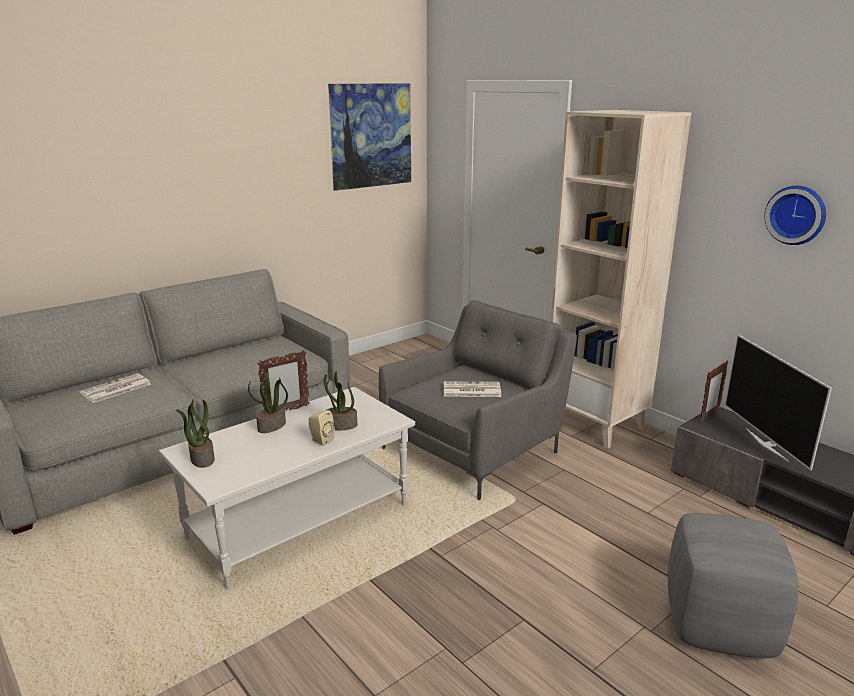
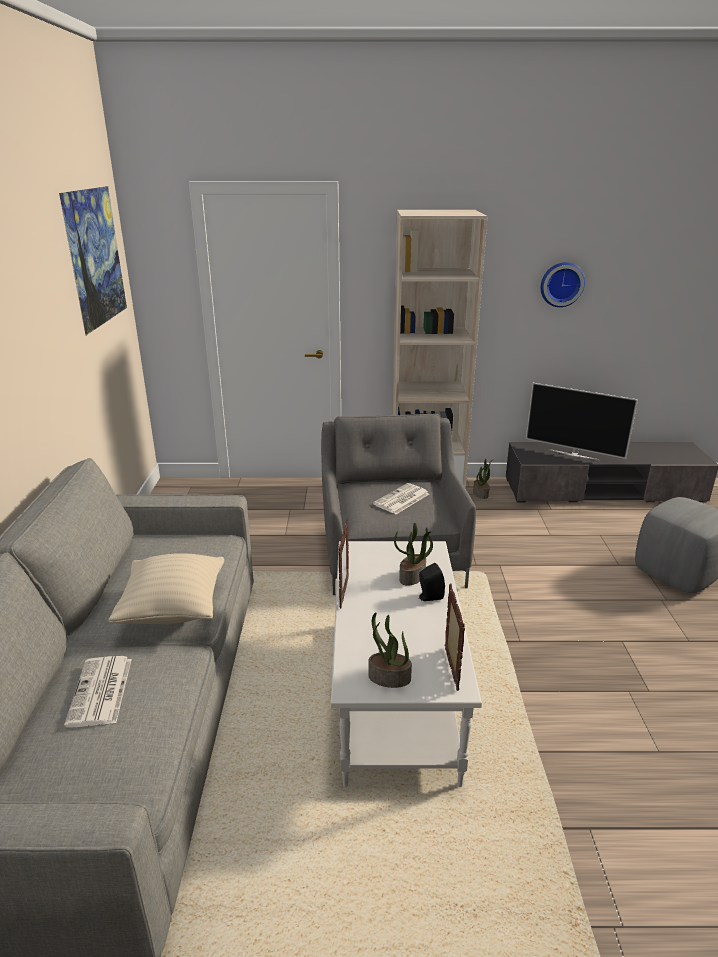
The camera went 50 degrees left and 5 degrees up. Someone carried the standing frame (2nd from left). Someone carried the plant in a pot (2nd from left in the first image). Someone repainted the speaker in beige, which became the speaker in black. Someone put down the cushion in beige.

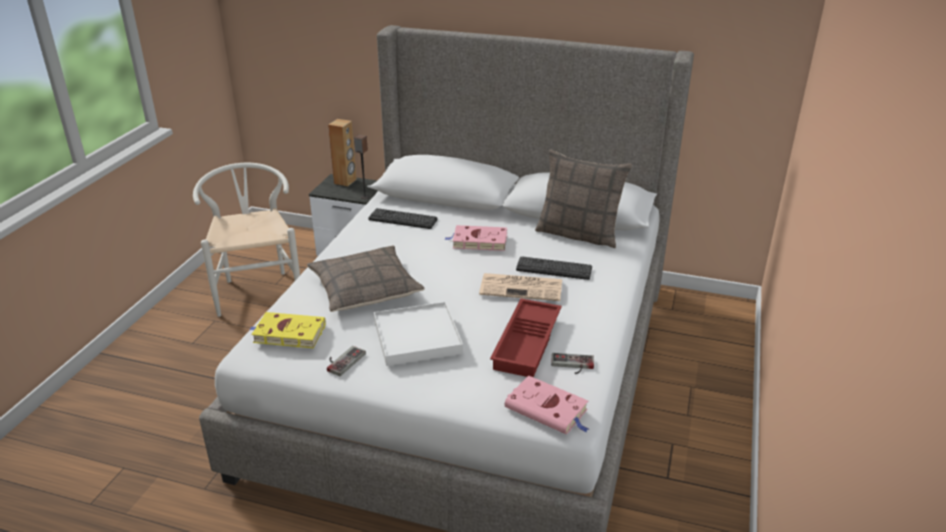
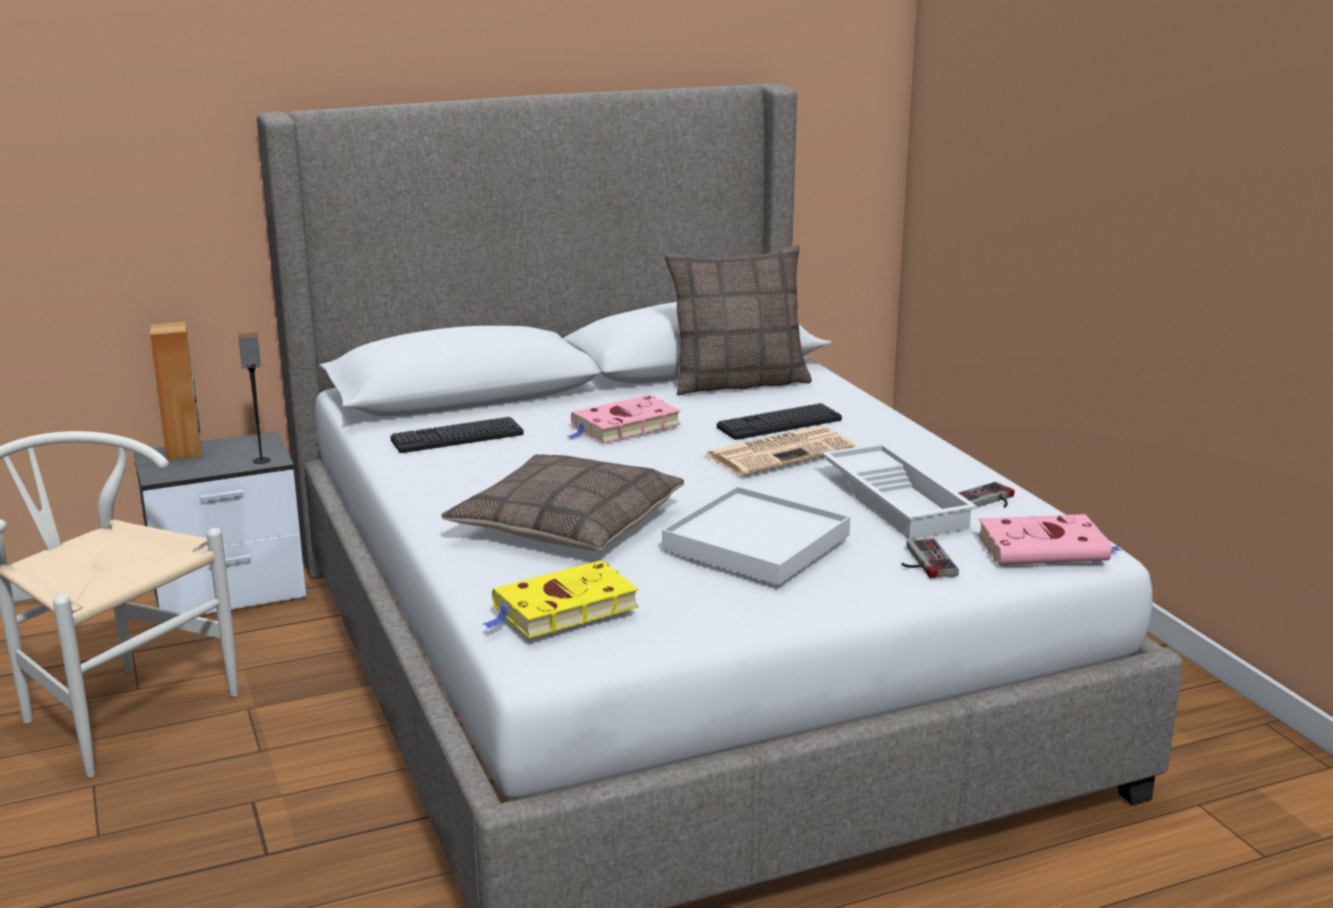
The camera went 40 degrees left and 10 degrees down. Someone repainted the carrying tray in red-coloured, which became the carrying tray in white (2nd from left). Someone carried the game controller (1st from left).

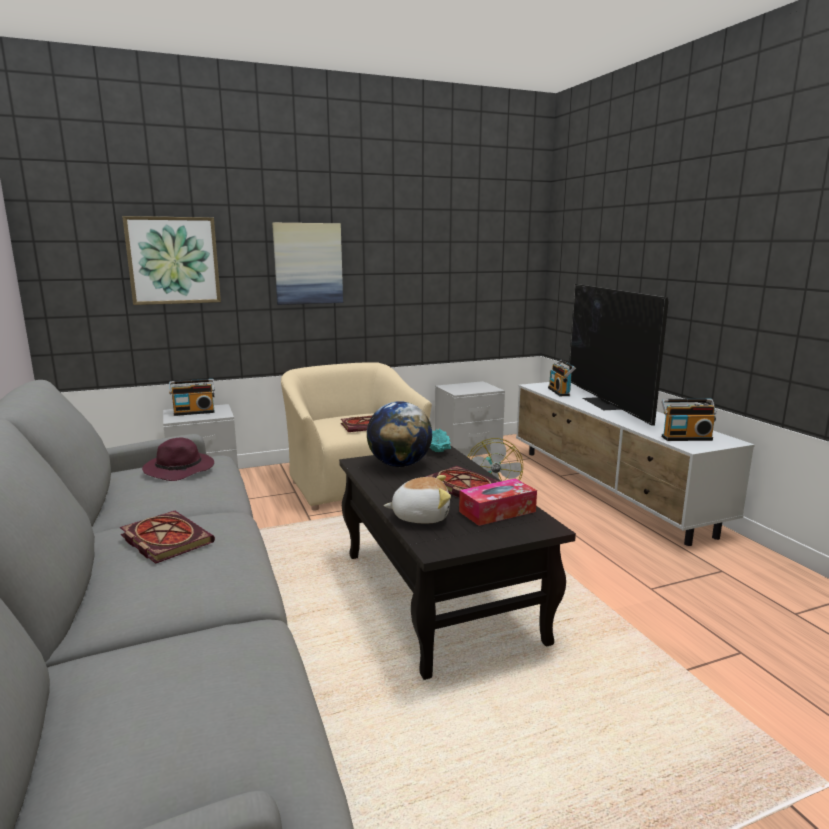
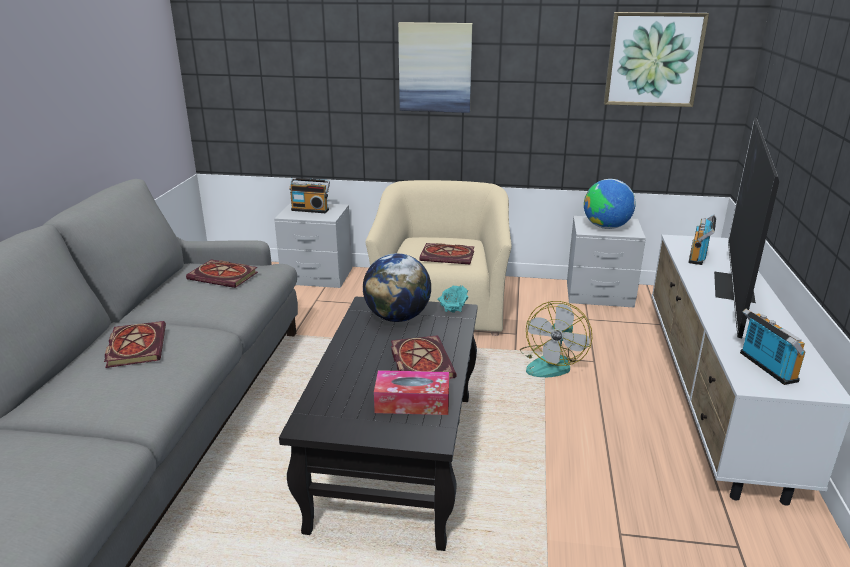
The camera went 30 degrees right and 10 degrees up. Someone carried the picture (1st from left in the first image). Someone rotated the radio receiver (3rd from left) by 135 degrees counterclockwise. Someone swapped the wearable hat in purple for the book (2nd from left). Someone took away the cuddly toy. Someone put down the desk globe (2nd from left).

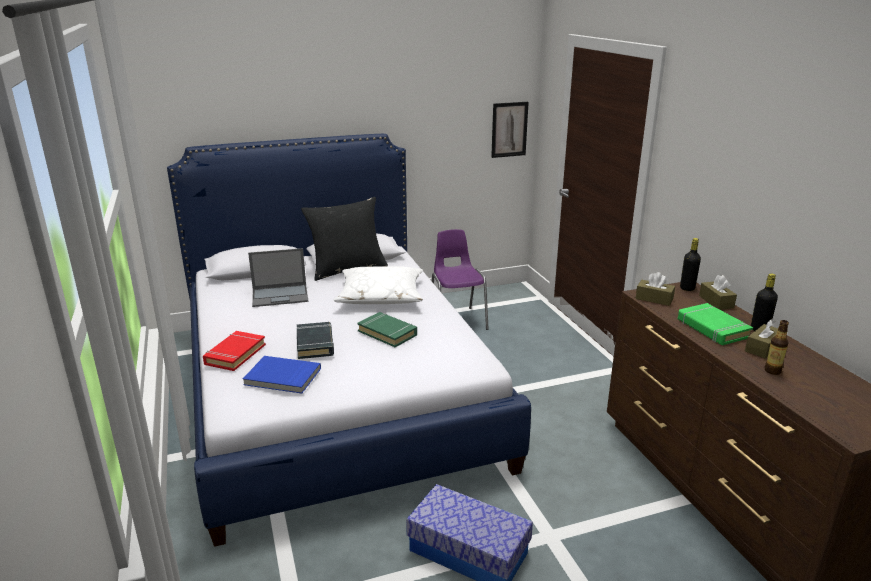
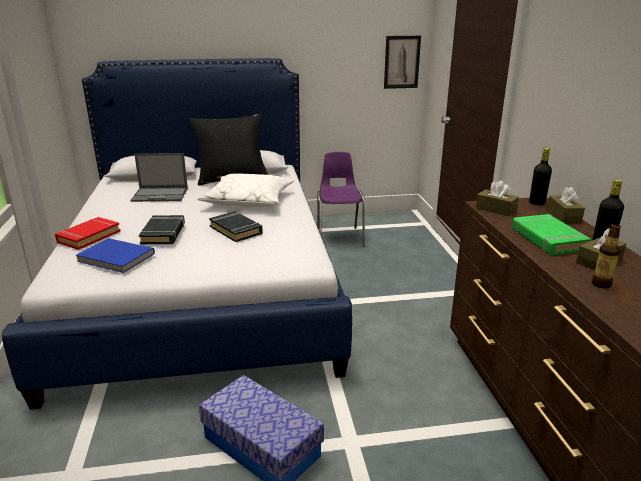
The camera went 10 degrees right and 0 degrees up. Someone repainted the book in greenish (1st from left), which became the book in black (2nd from left).

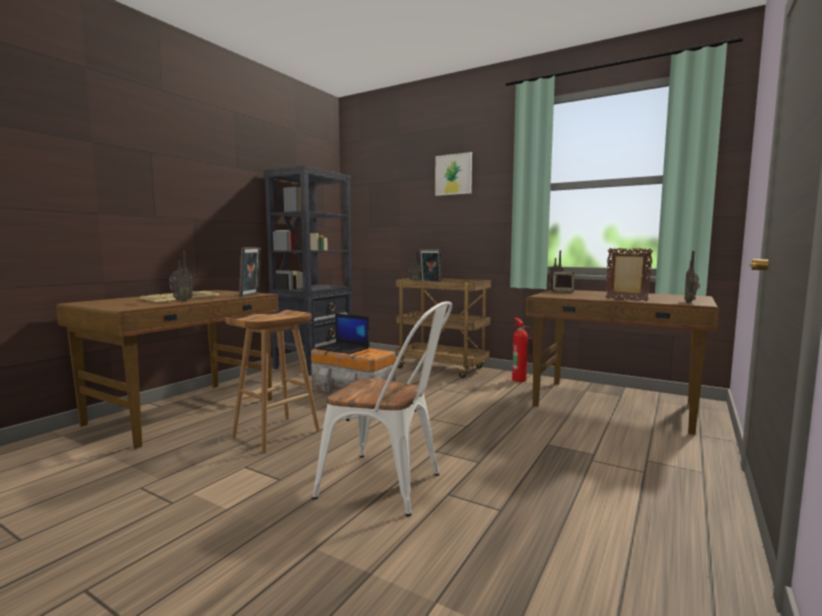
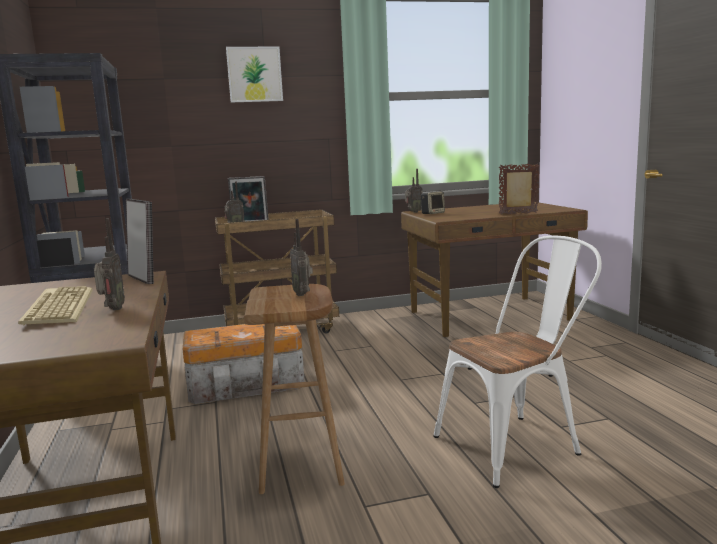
The camera went 45 degrees left and 5 degrees up. Someone carried the radio receiver (4th from left in the first image). Someone took away the laptop. Someone took away the fire-fighting cylinder.

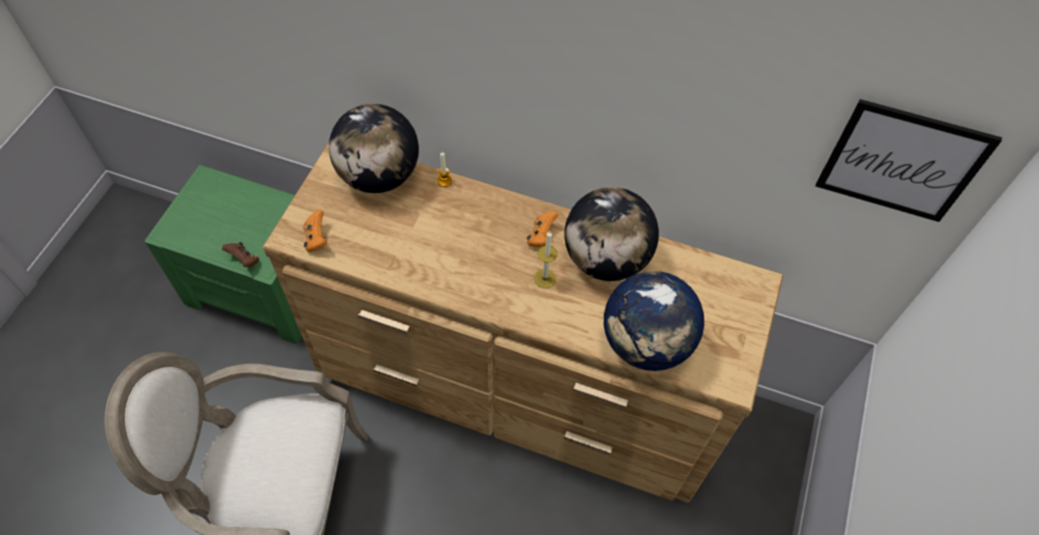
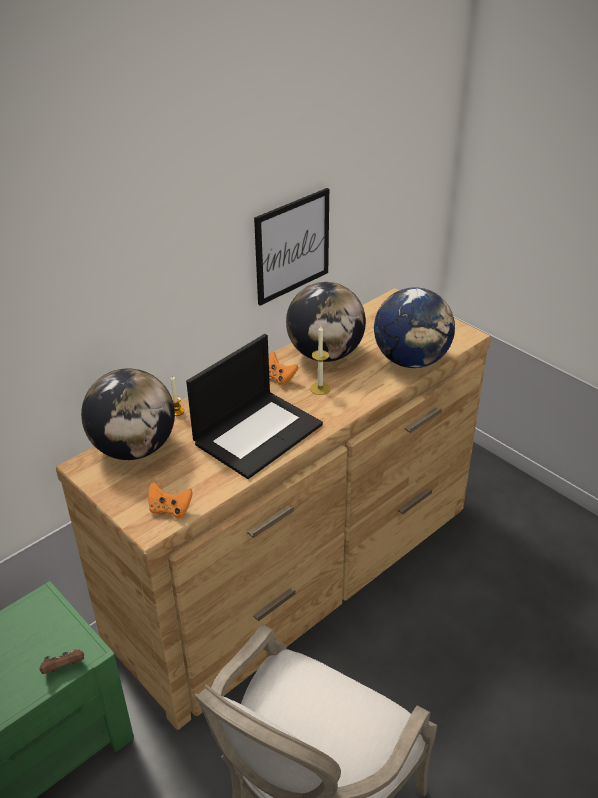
The camera went 60 degrees left and 20 degrees down. Someone carried the picture. Someone put down the laptop.

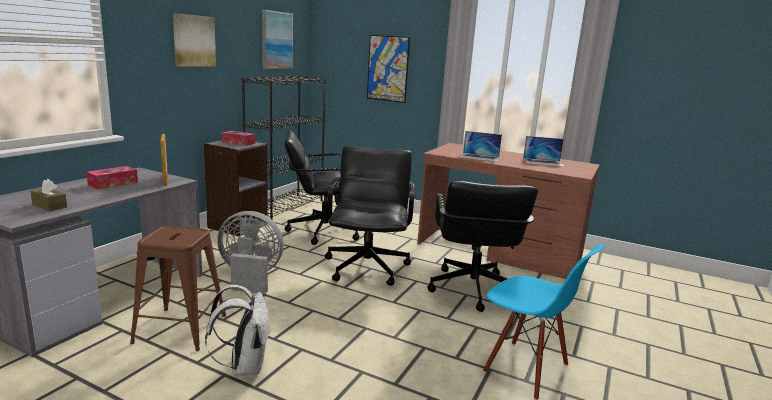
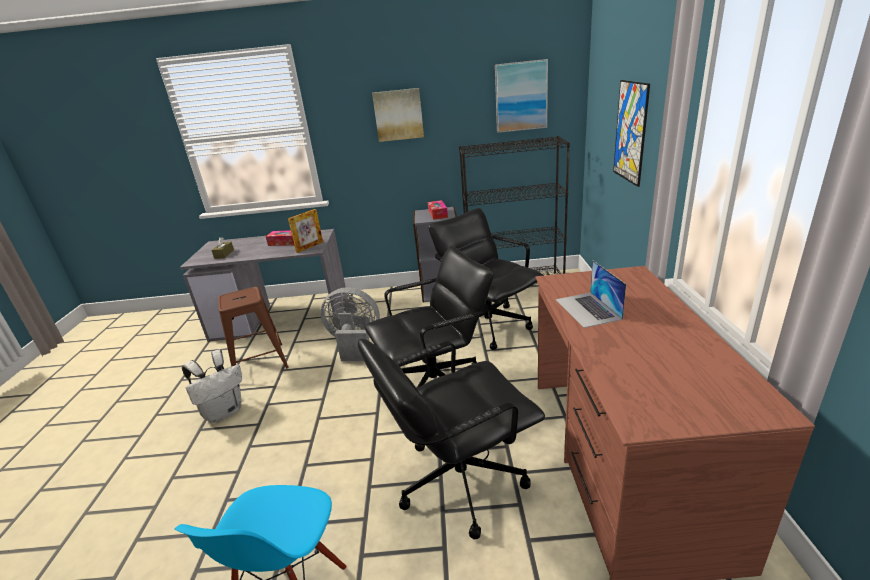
The camera went 65 degrees right and 10 degrees up. Someone took away the laptop (2nd from left). Someone rotated the cooling fan in gray by 60 degrees counterclockwise.

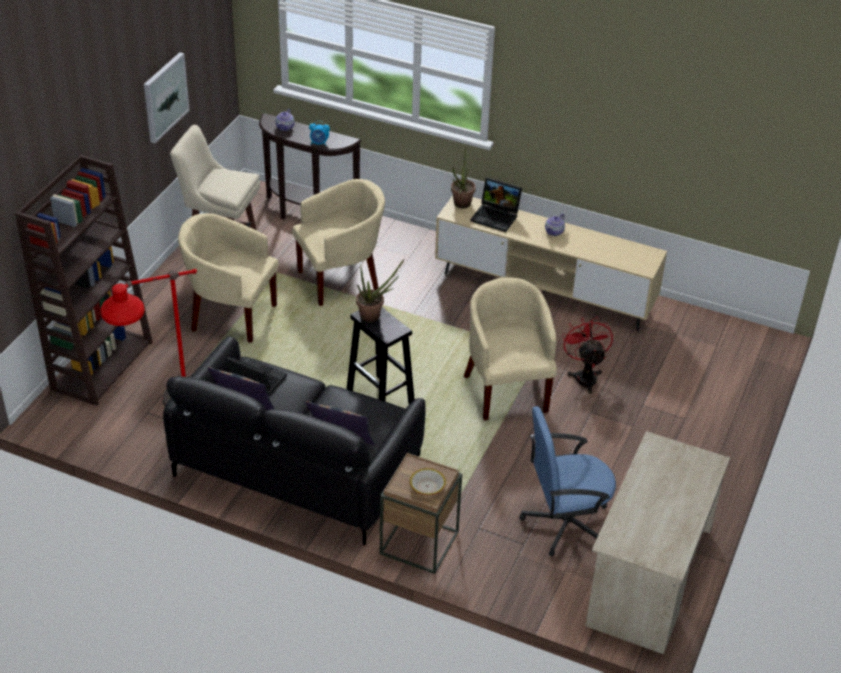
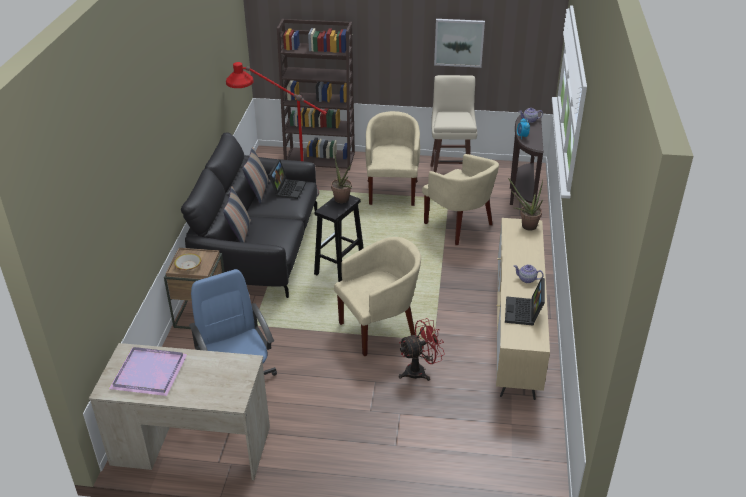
The camera went 75 degrees right and 5 degrees down. Someone carried the laptop (2nd from left). Someone put down the carrying tray in purple.

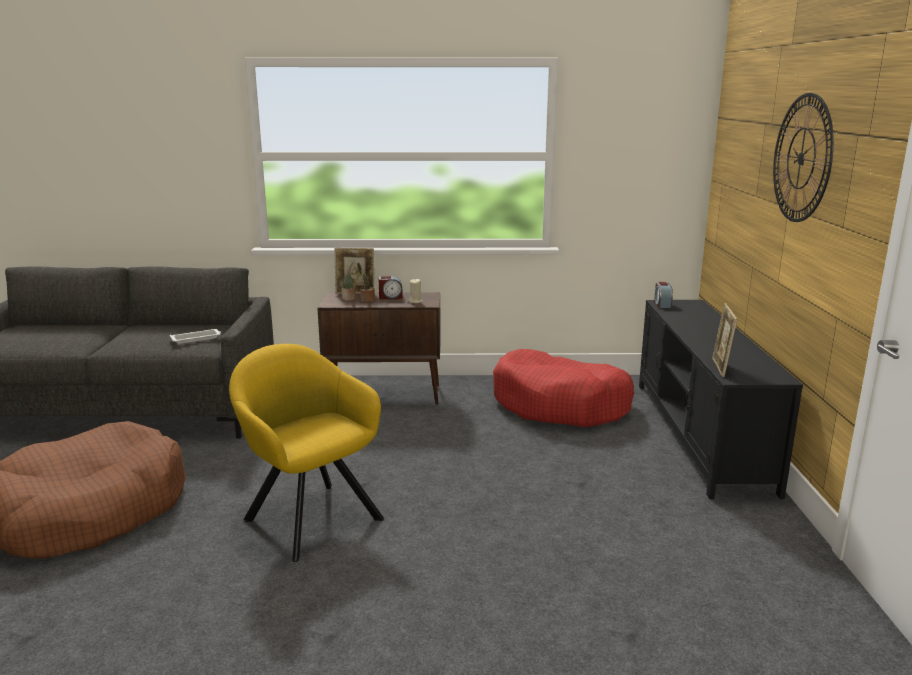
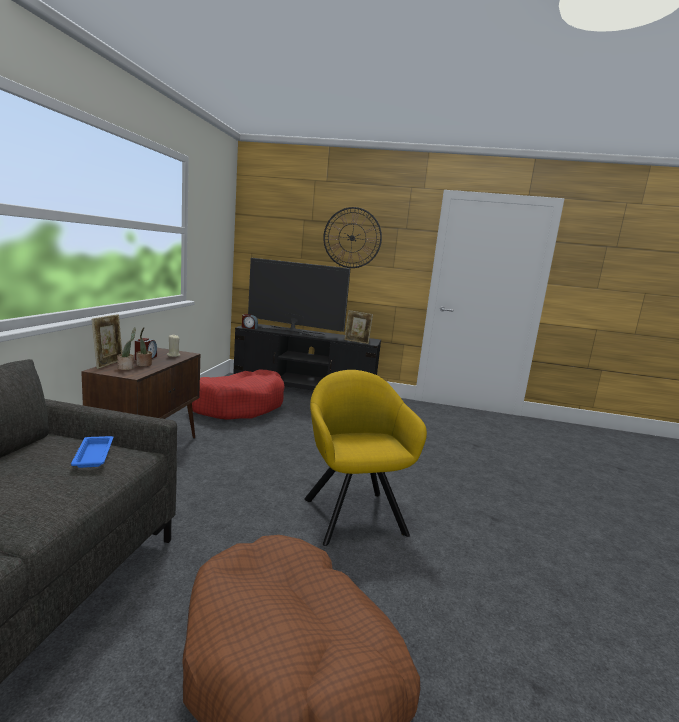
The camera went 80 degrees left and 5 degrees down. Someone repainted the carrying tray in white, which became the carrying tray in blue. Someone rotated the lounge chair in yellow by 105 degrees clockwise. Someone put down the television.

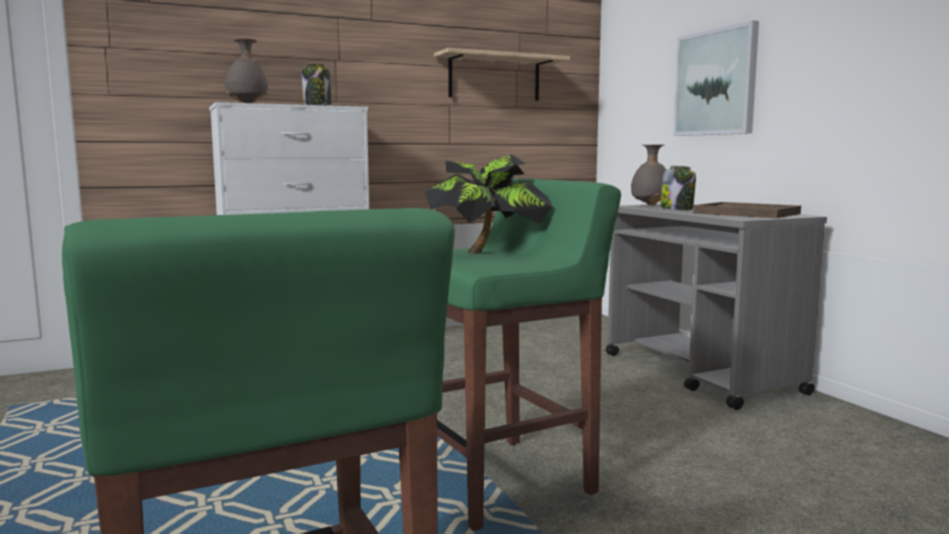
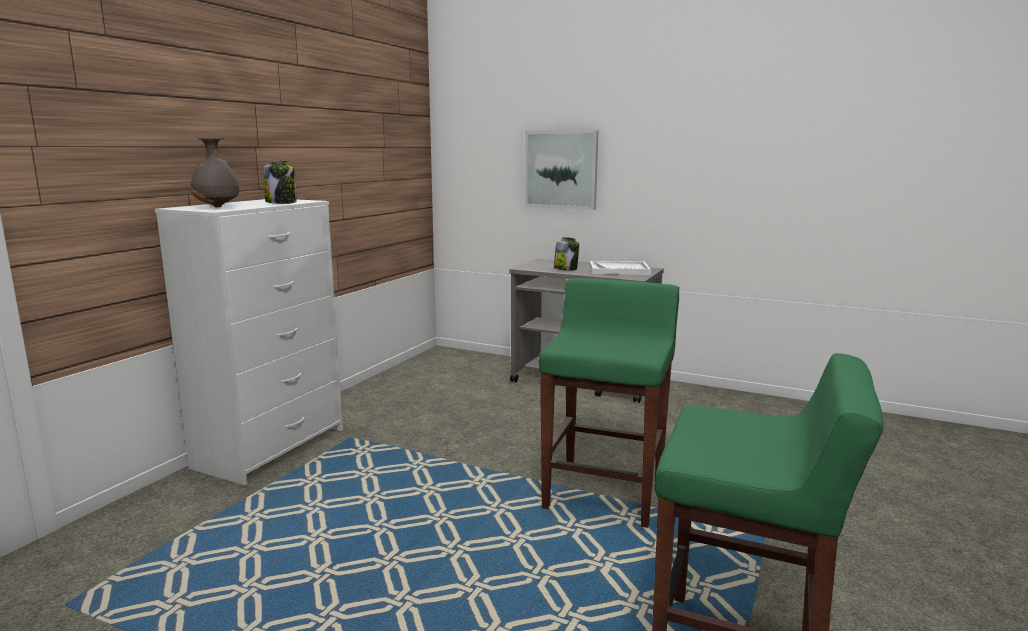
The camera went 40 degrees left and 5 degrees up. Someone took away the shelf. Someone took away the flower vase in gray (2nd from left). Someone took away the plant in a pot. Someone repainted the carrying tray in brown, which became the carrying tray in white.

